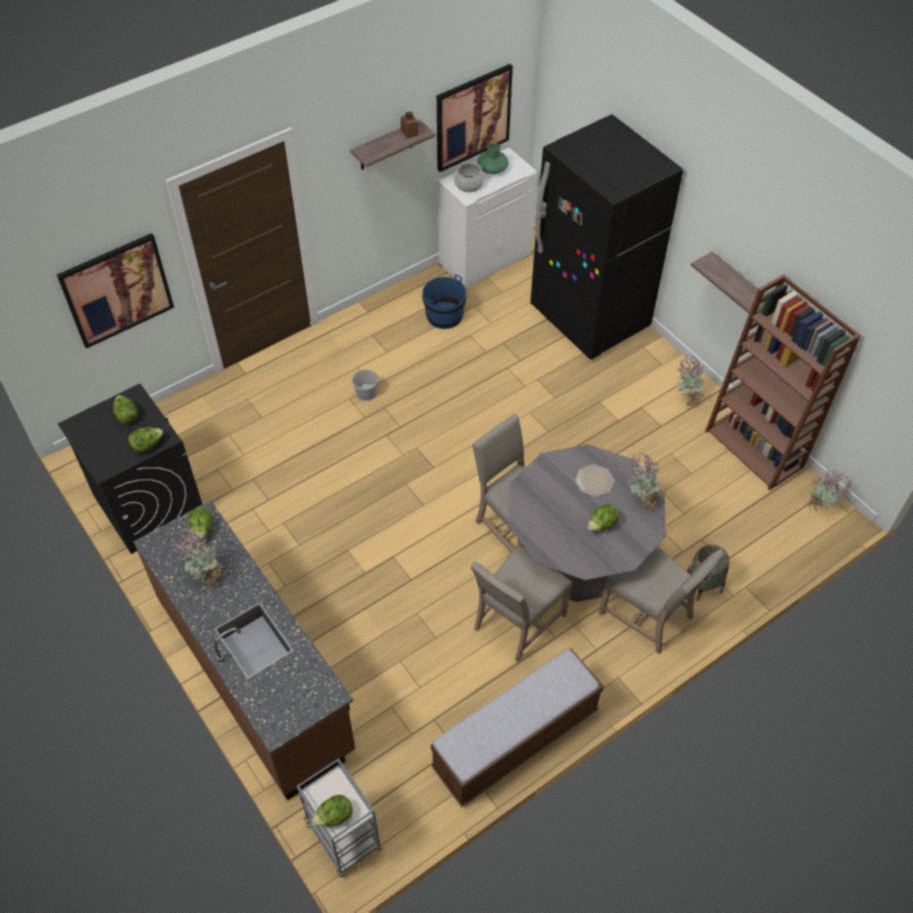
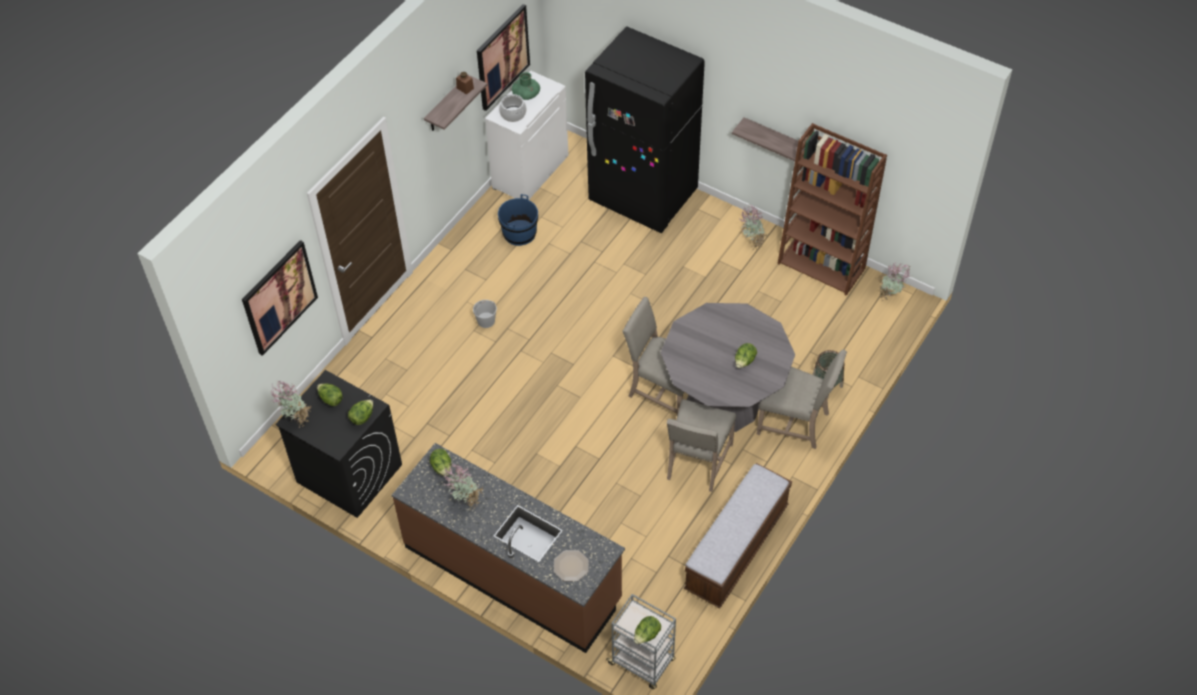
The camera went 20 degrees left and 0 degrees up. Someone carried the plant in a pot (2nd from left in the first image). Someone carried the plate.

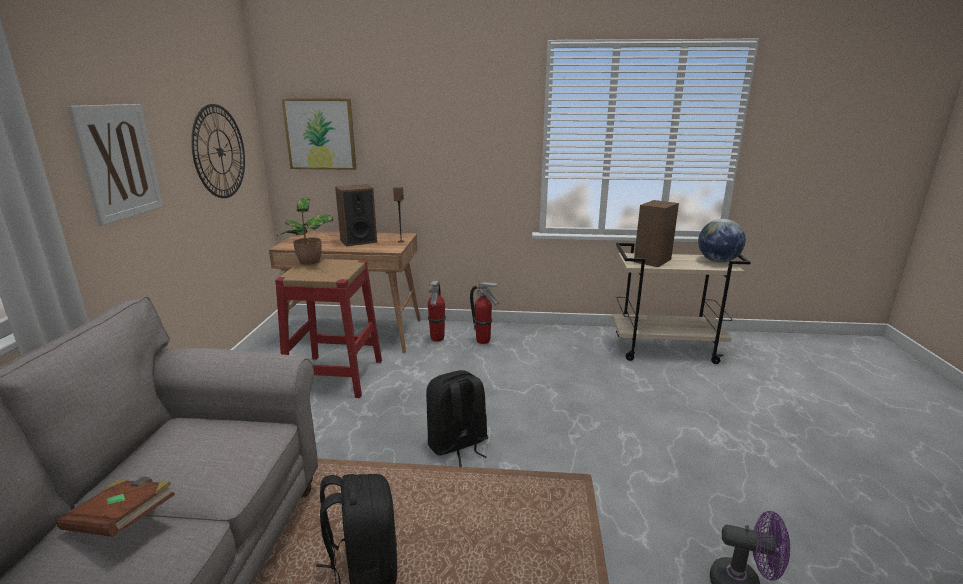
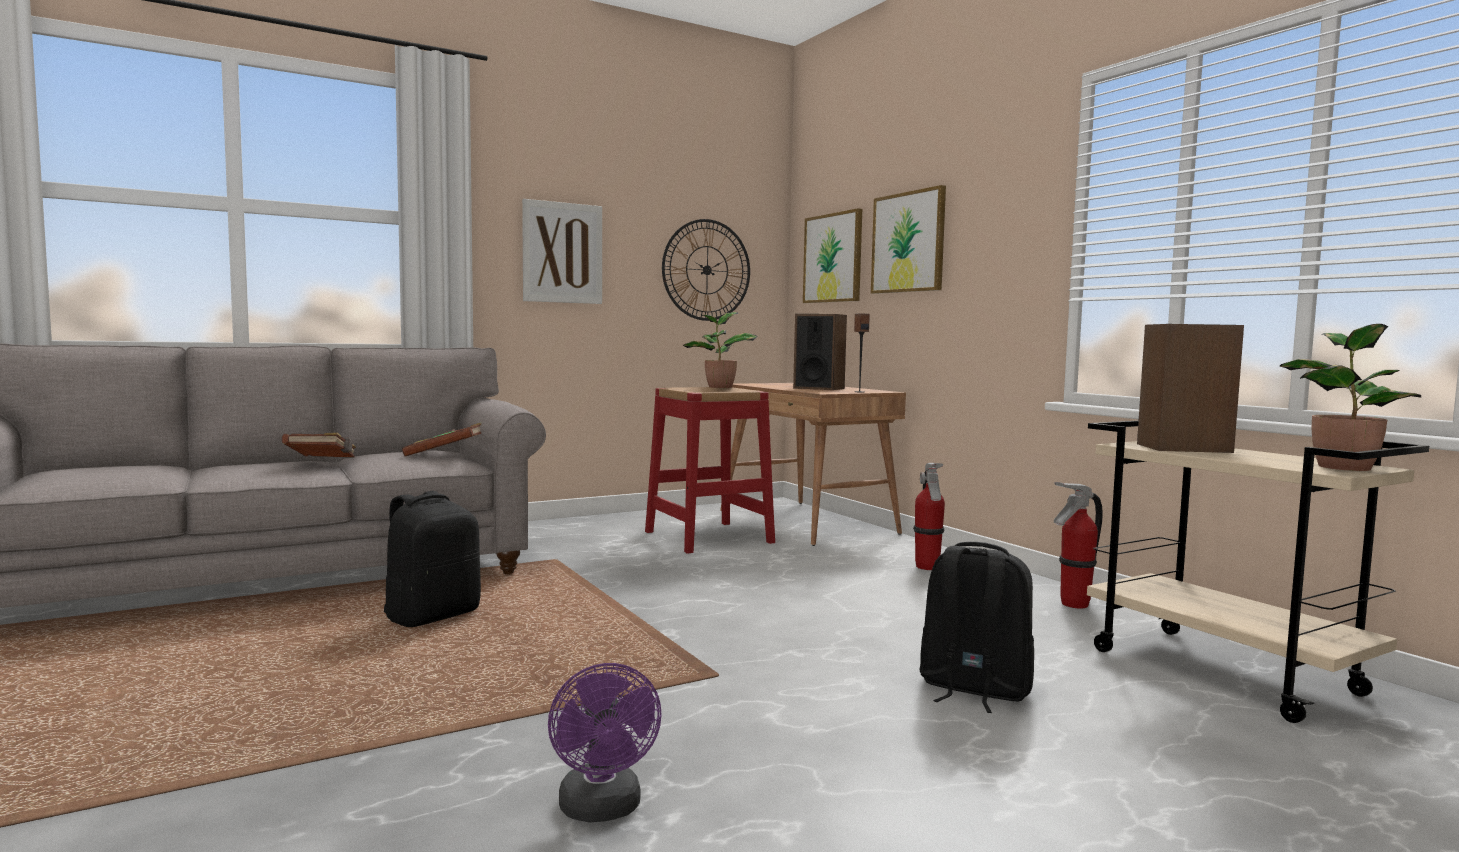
The camera went 55 degrees right and 15 degrees down. Someone swapped the desk globe for the plant in a pot (2nd from left). Someone carried the fire-fighting cylinder (1st from left in the first image). Someone carried the knapsack in black (2nd from left). Someone put up the picture (3rd from left). Someone put down the book in brown (2nd from left).

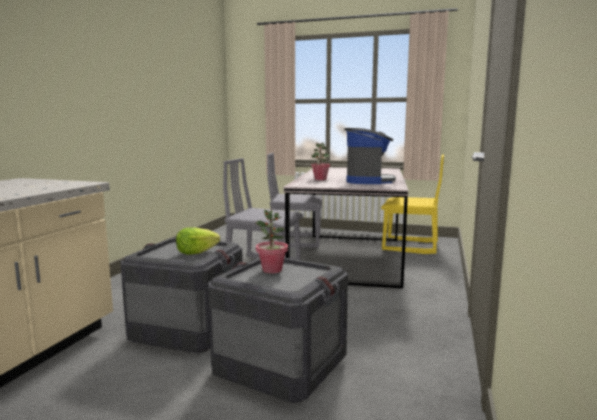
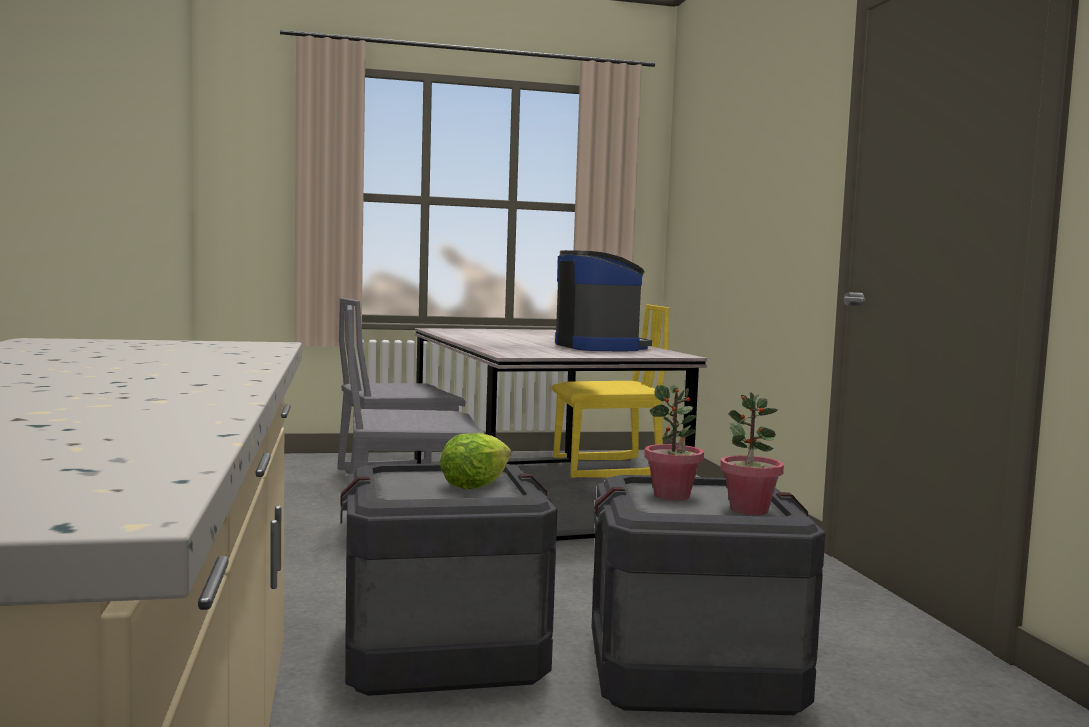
The camera went 30 degrees left and 5 degrees down. Someone carried the plant in a pot (2nd from left).

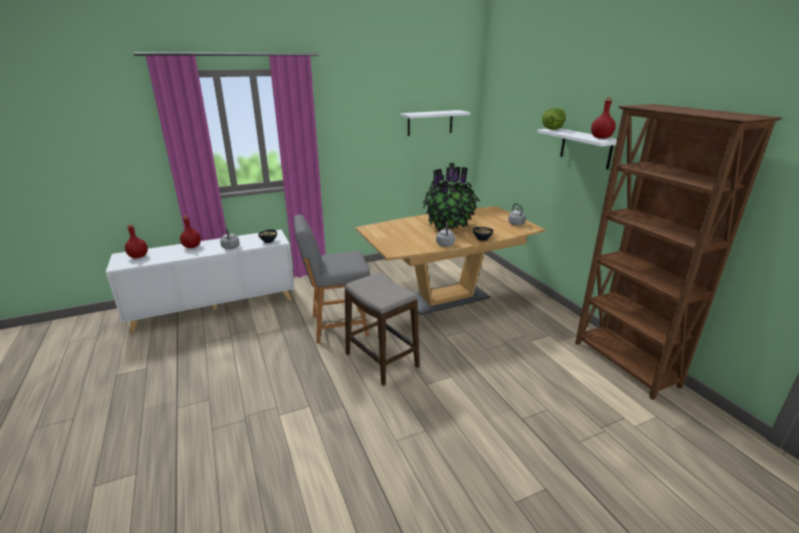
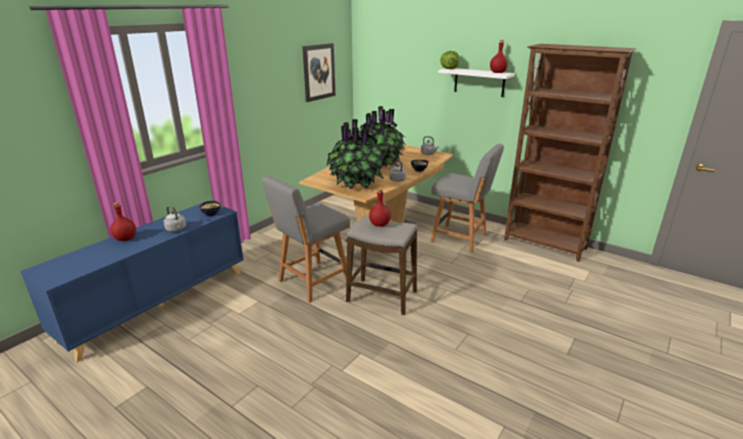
The camera went 30 degrees left and 0 degrees up. Someone swapped the shelf in white (1st from left) for the picture. Someone carried the beverage bottle in red-coloured (1st from left in the first image). Someone repainted the cabinet in white, which became the cabinet in blue. Someone put down the plant in a pot (1st from left). Someone put down the upright chair in gray (2nd from left).

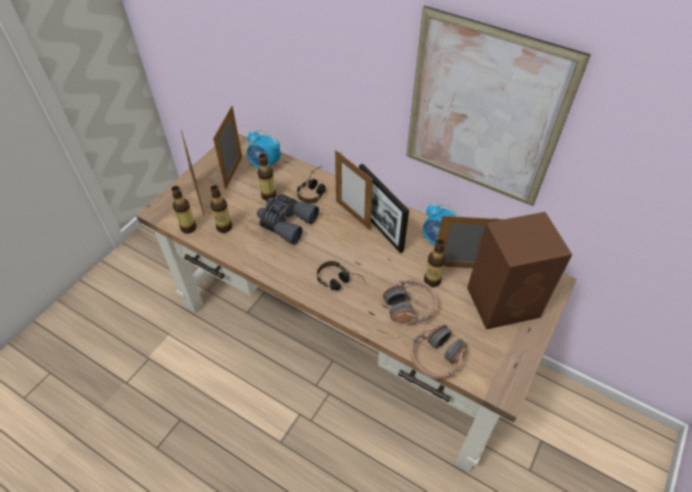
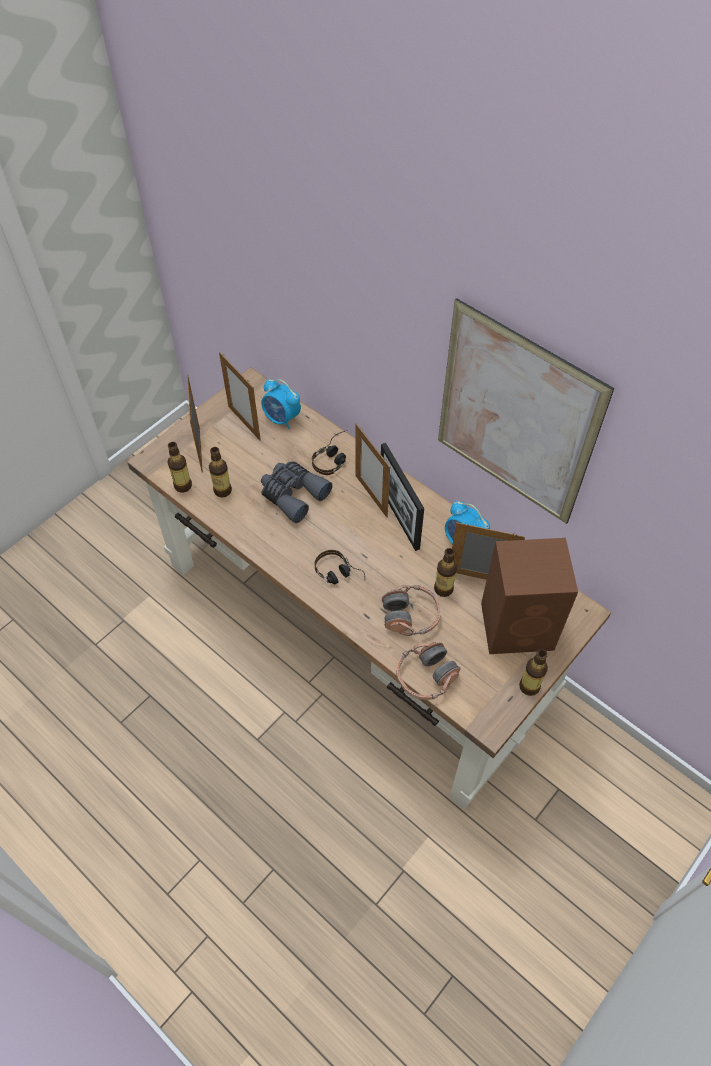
The camera went 10 degrees right and 5 degrees up. Someone rotated the standing frame (2nd from left) by 60 degrees counterclockwise. Someone carried the beverage bottle (3rd from left in the first image).

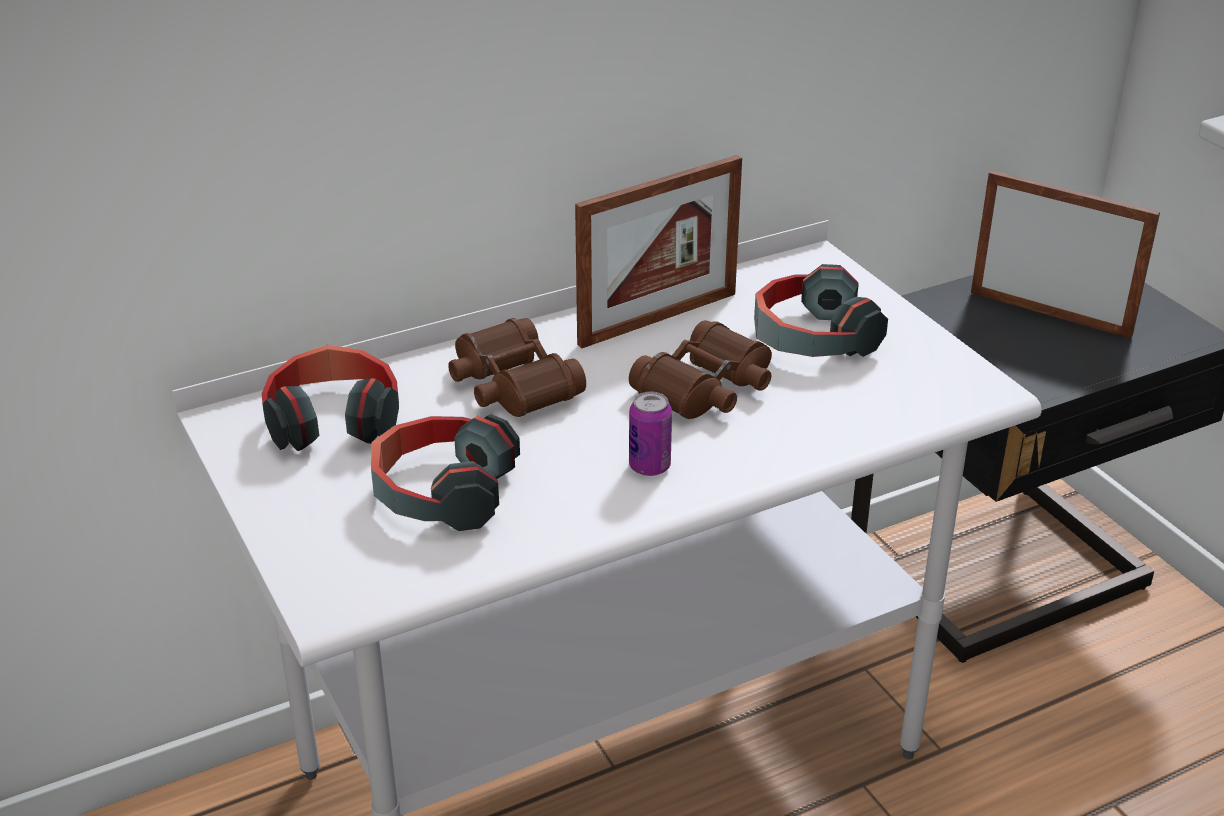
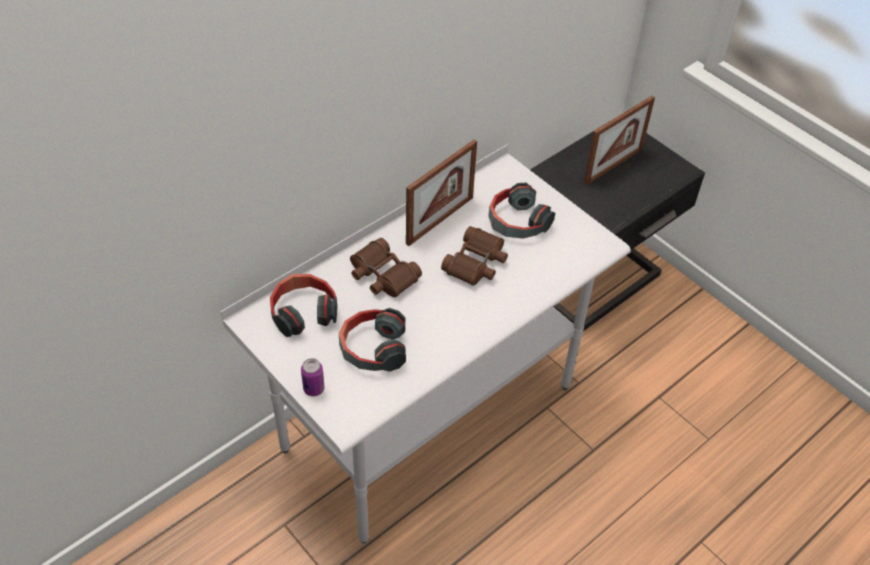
The camera went 15 degrees left and 15 degrees up. Someone rotated the standing frame (2nd from left) by 120 degrees clockwise. Someone carried the sealed can.

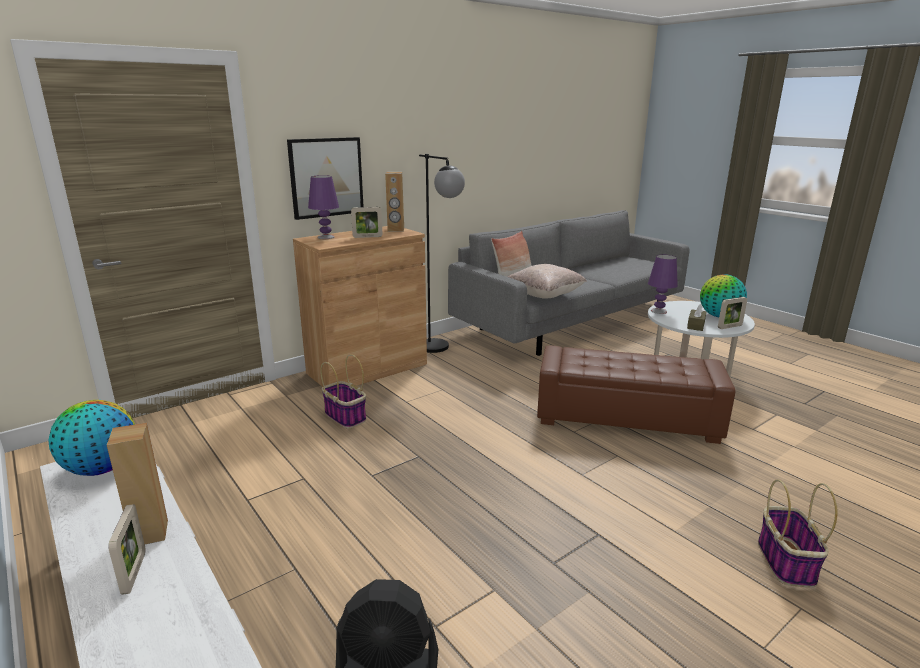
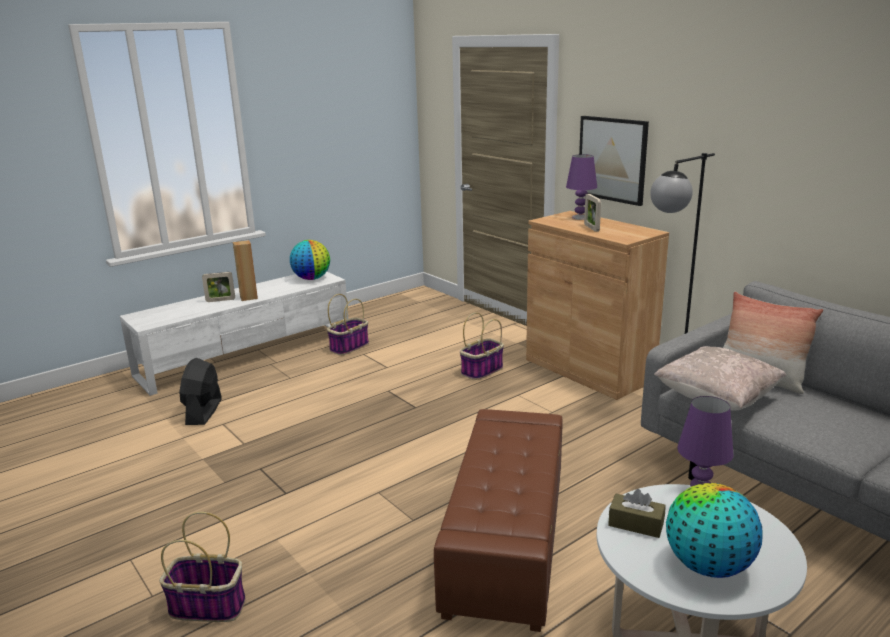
The camera went 90 degrees right and 0 degrees up. Someone took away the speaker in brown (2nd from left). Someone took away the standing frame (3rd from left). Someone put down the household basket (2nd from left).

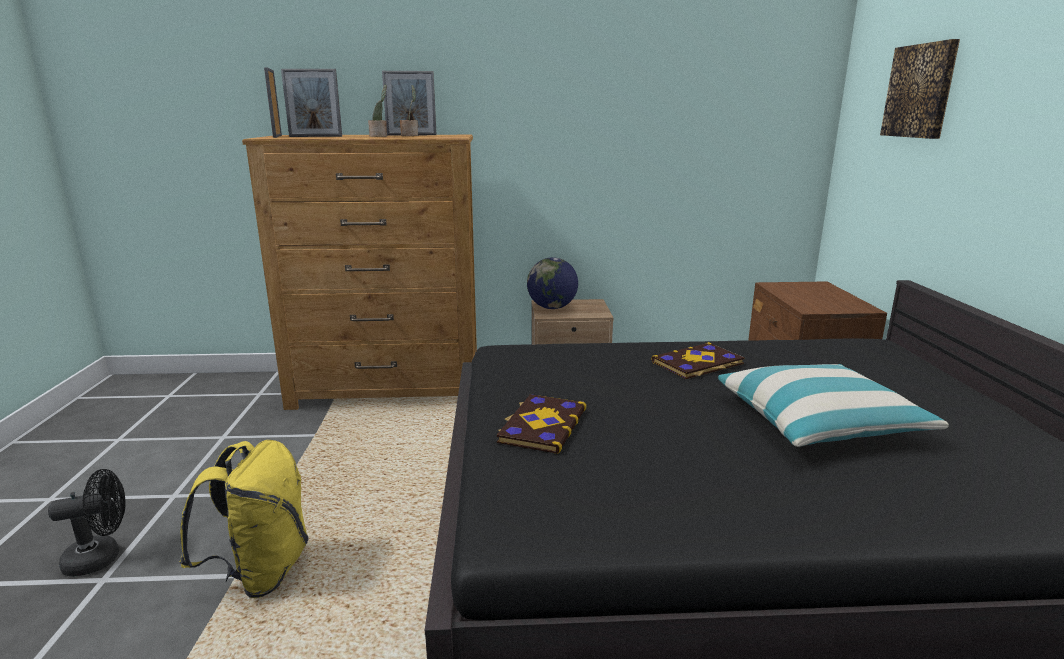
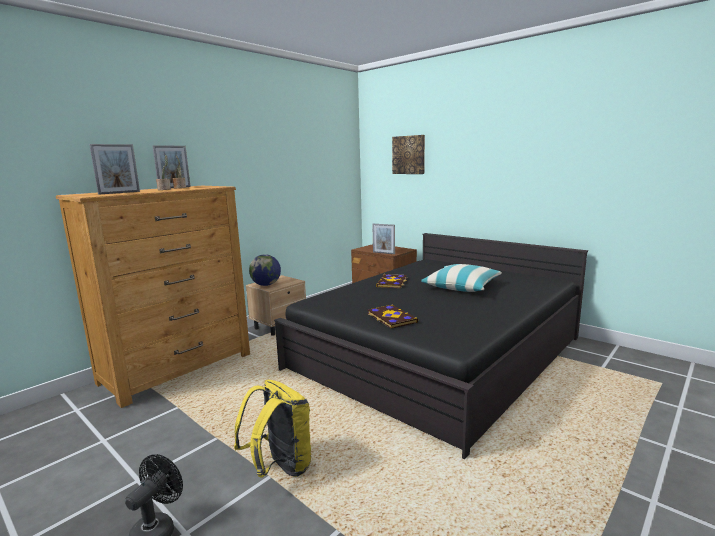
The camera went 45 degrees left and 5 degrees down. Someone carried the standing frame (1st from left in the first image).

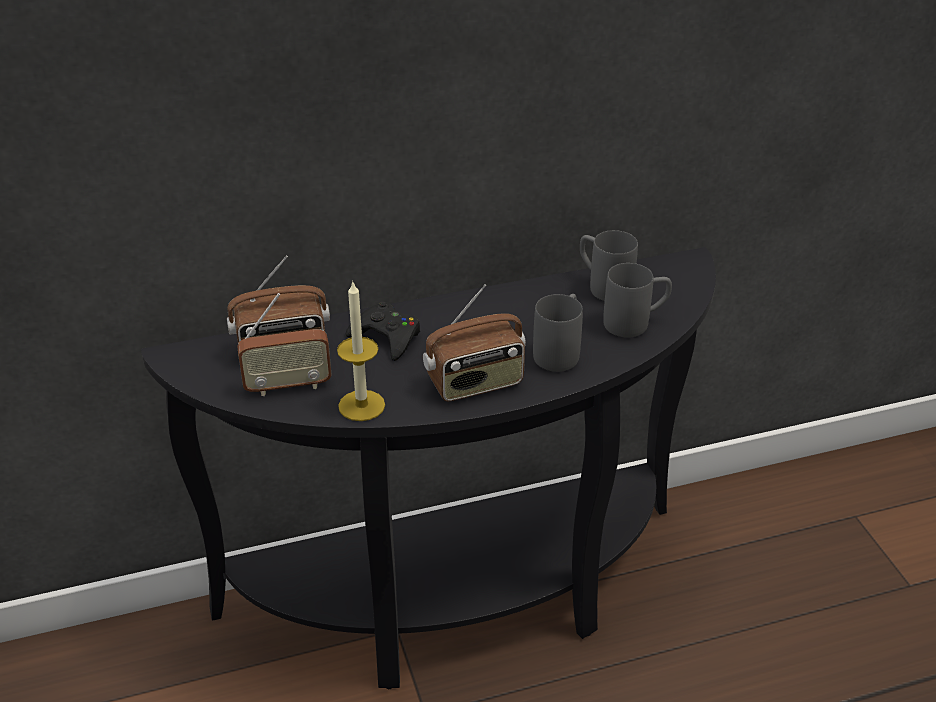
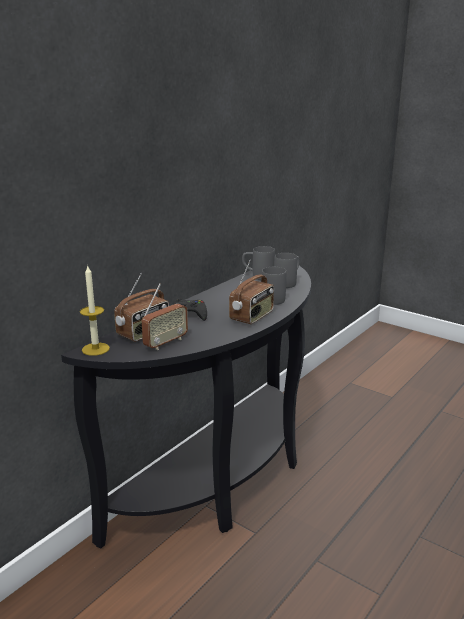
The camera went 35 degrees left and 15 degrees down. Someone carried the candle.

